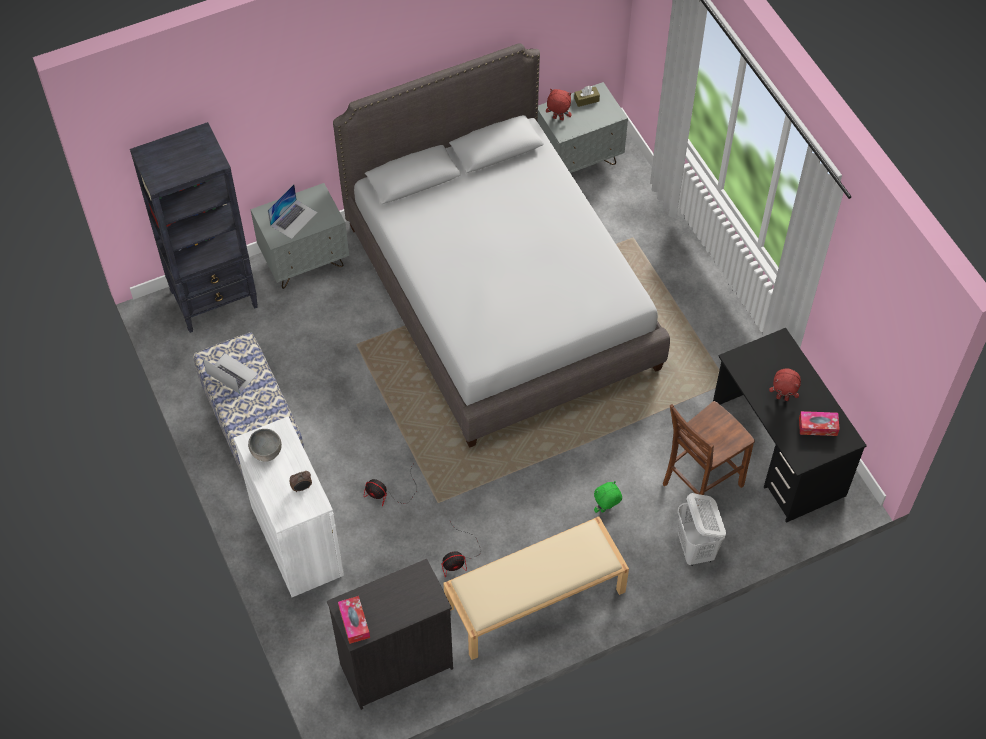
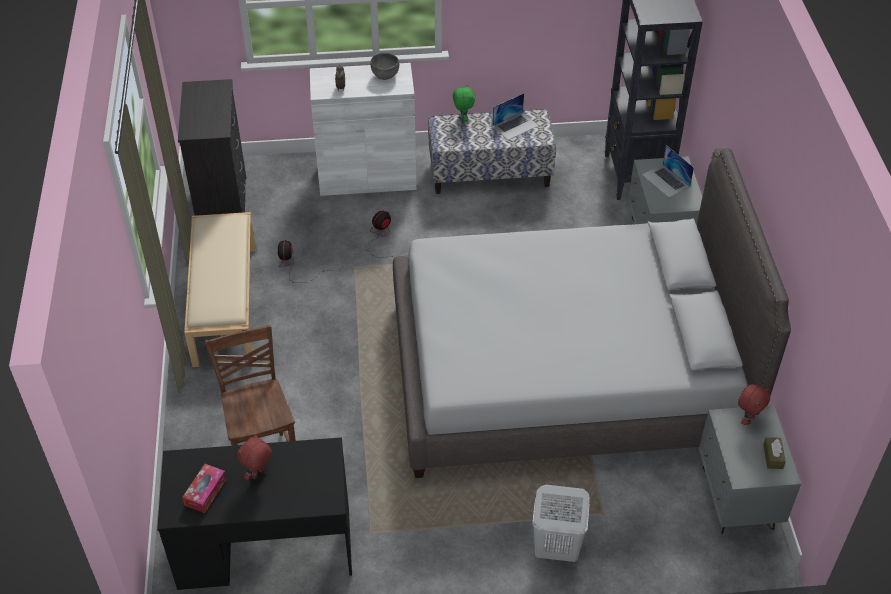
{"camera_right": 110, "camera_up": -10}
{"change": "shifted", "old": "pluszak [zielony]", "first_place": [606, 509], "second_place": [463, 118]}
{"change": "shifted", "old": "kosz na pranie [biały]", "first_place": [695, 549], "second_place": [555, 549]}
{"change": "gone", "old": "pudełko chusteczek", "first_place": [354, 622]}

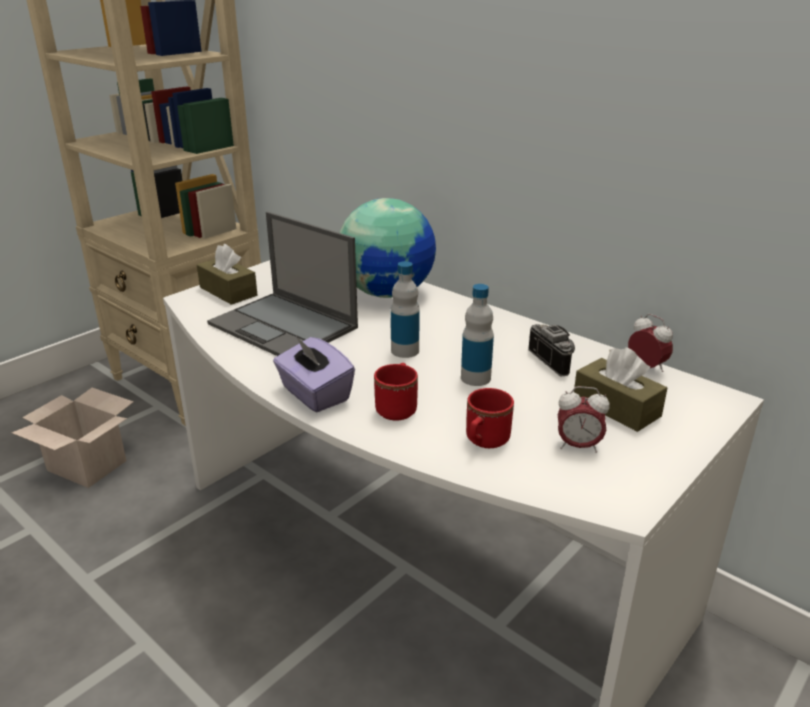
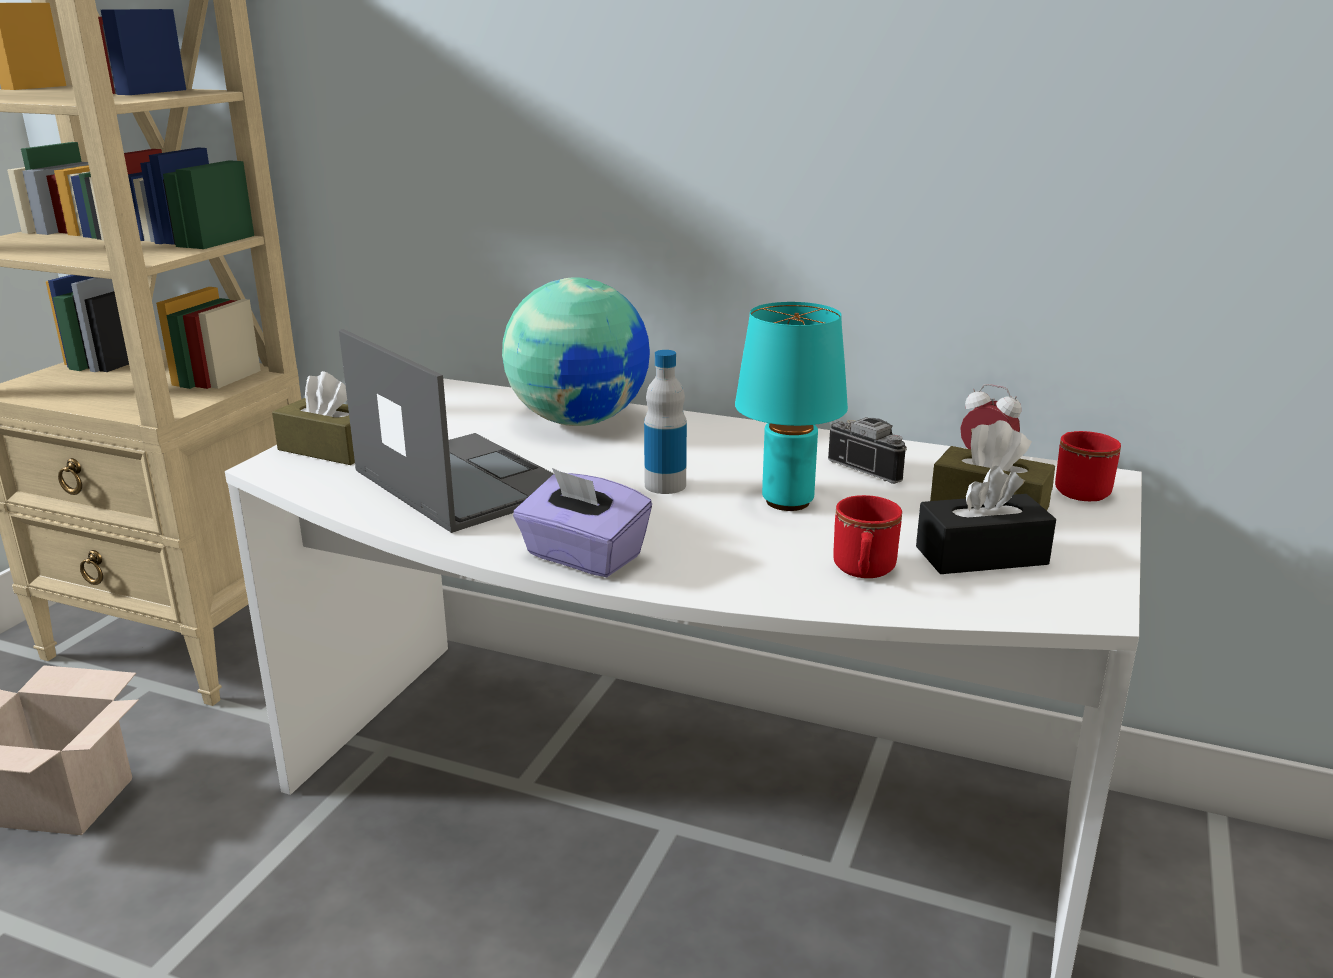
{"camera_right": -20, "camera_up": -5}
{"change": "rotated", "old": "laptop", "first_place": [284, 326], "second_place": [461, 481], "degrees": -150}
{"change": "swapped", "old": "butelka", "new": "lampa stołowa [turkusowy]", "first_place": [475, 378], "second_place": [788, 502]}
{"change": "shifted", "old": "kubek [czerwony]", "first_place": [397, 407], "second_place": [1078, 489]}
{"change": "swapped", "old": "budzik", "new": "pudełko chusteczek [czarny]", "first_place": [578, 446], "second_place": [981, 555]}

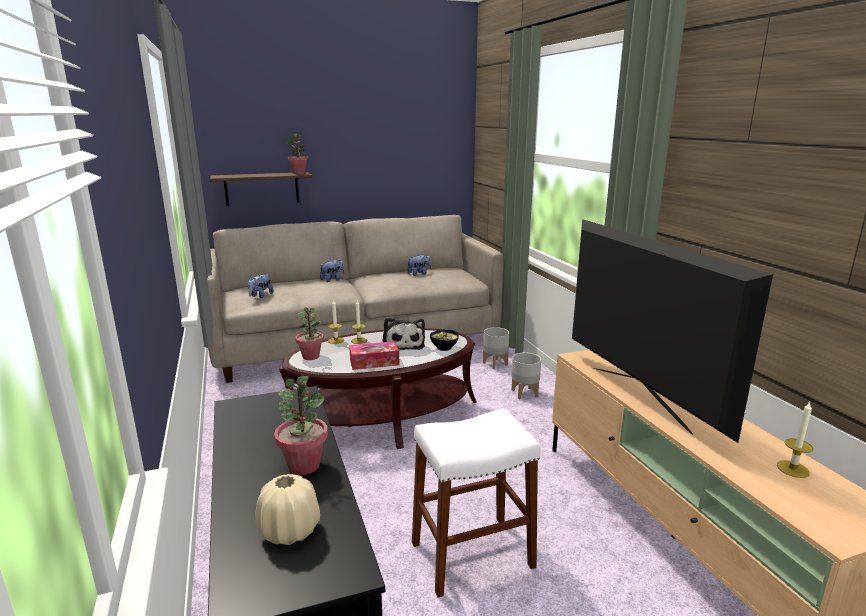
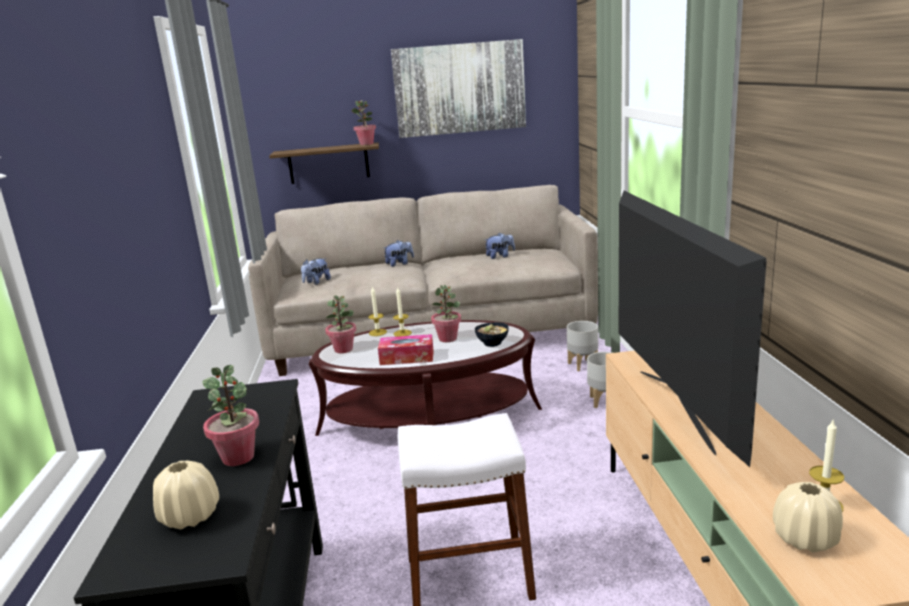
{"camera_right": 15, "camera_up": 0}
{"change": "swapped", "old": "pluszak", "new": "roślina doniczkowa", "first_place": [403, 344], "second_place": [448, 338]}
{"change": "new", "new": "obraz", "second_place": [459, 89]}
{"change": "new", "new": "wazon [beżowy]", "second_place": [805, 539]}

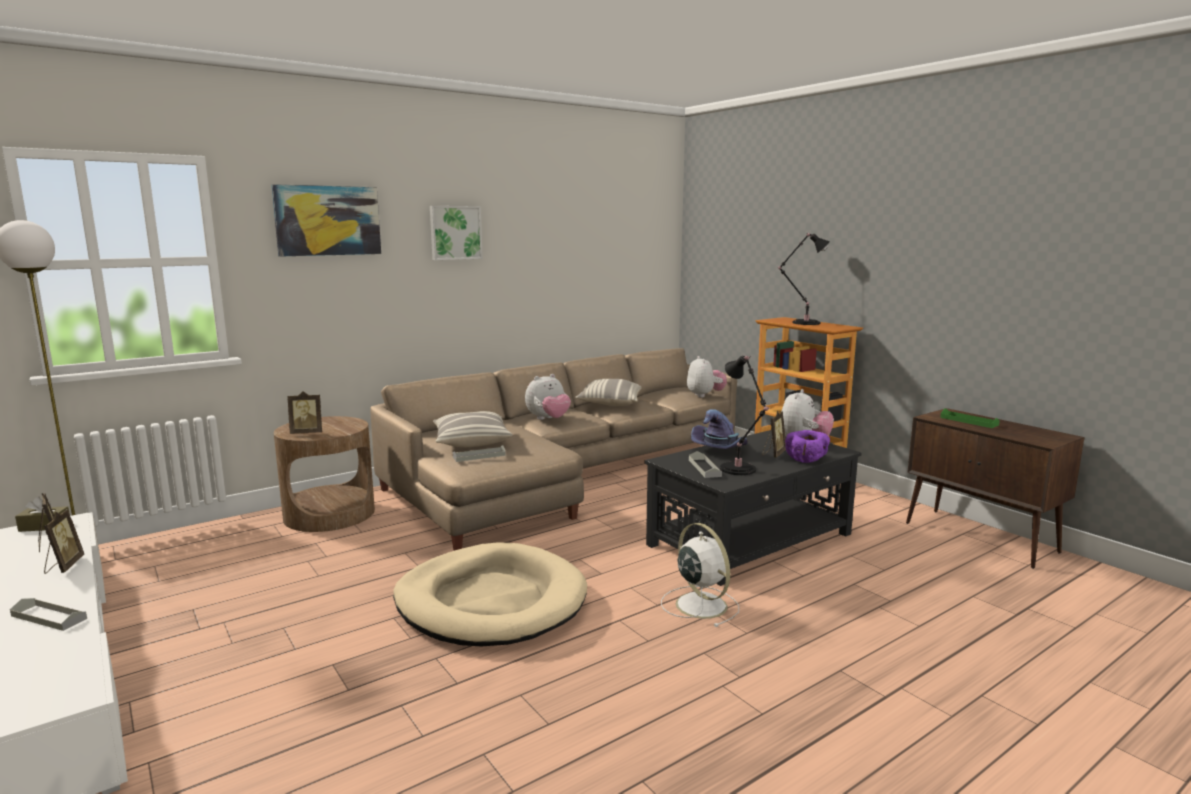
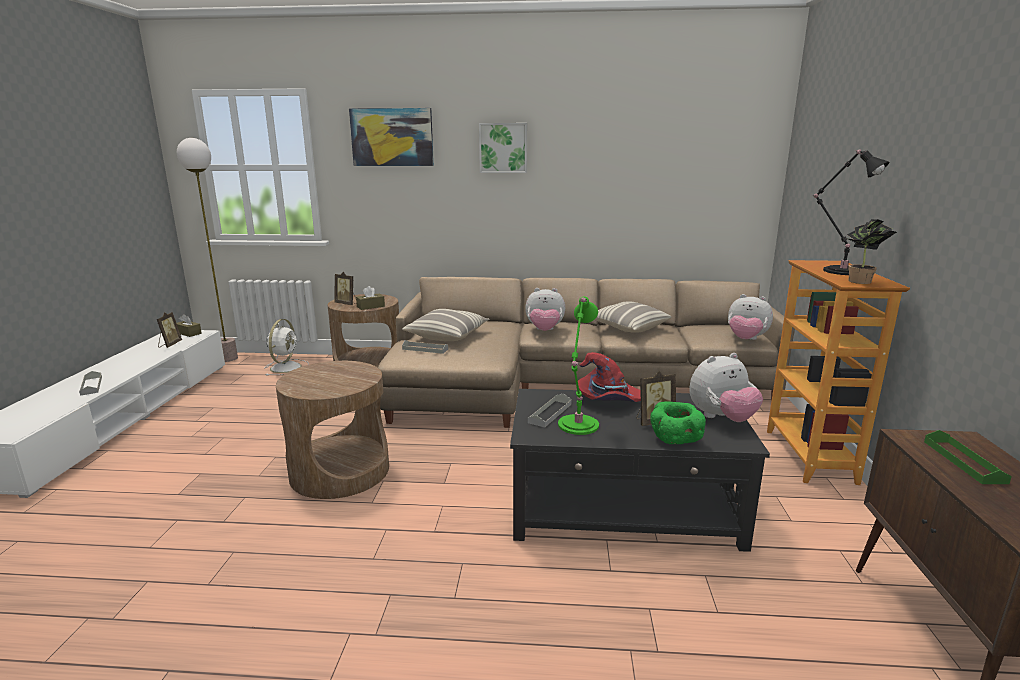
{"camera_right": 40, "camera_up": 5}
{"change": "rotated", "old": "pluszak", "first_place": [705, 395], "second_place": [746, 339], "degrees": 90}
{"change": "repainted", "old": "lampa stołowa [czarny]", "new": "lampa stołowa [zielony]", "first_place": [739, 470], "second_place": [577, 426]}
{"change": "repainted", "old": "kapelusz [fioletowy]", "new": "kapelusz [czerwony]", "first_place": [720, 449], "second_place": [610, 399]}
{"change": "repainted", "old": "miska [fioletowy]", "new": "miska [zielony]", "first_place": [806, 460], "second_place": [674, 440]}
{"change": "gone", "old": "ramka na zdjęcie", "first_place": [64, 566]}
{"change": "shifted", "old": "wentylator [biały]", "first_place": [699, 604], "second_place": [286, 367]}
{"change": "swapped", "old": "legowisko [beżowy]", "new": "stolik [brązowy]", "first_place": [491, 601], "second_place": [340, 471]}
{"change": "new", "new": "roślina doniczkowa", "second_place": [862, 282]}
{"change": "new", "new": "pudełko chusteczek [brązowy]", "second_place": [370, 306]}

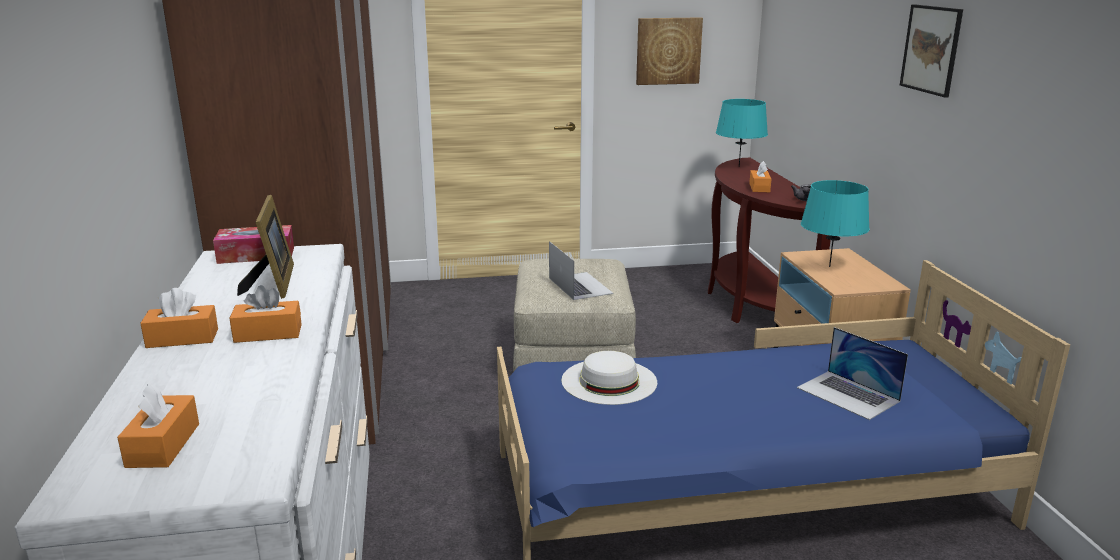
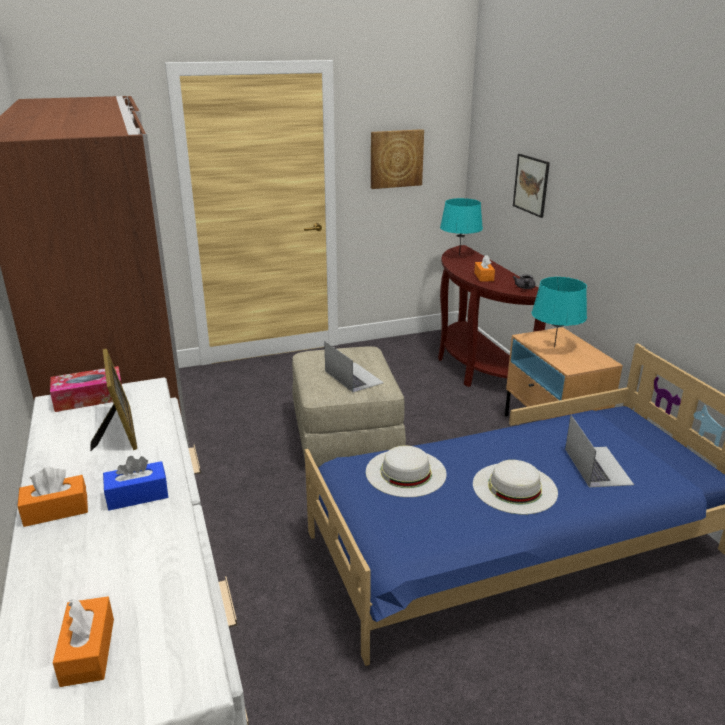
{"camera_right": -10, "camera_up": 5}
{"change": "shifted", "old": "obraz", "first_place": [931, 49], "second_place": [531, 185]}
{"change": "repainted", "old": "pudełko chusteczek [pomarańczowy]", "new": "pudełko chusteczek [niebieski]", "first_place": [268, 333], "second_place": [137, 495]}
{"change": "rotated", "old": "laptop", "first_place": [848, 394], "second_place": [597, 466], "degrees": -135}
{"change": "new", "new": "kapelusz [biały]", "second_place": [514, 488]}

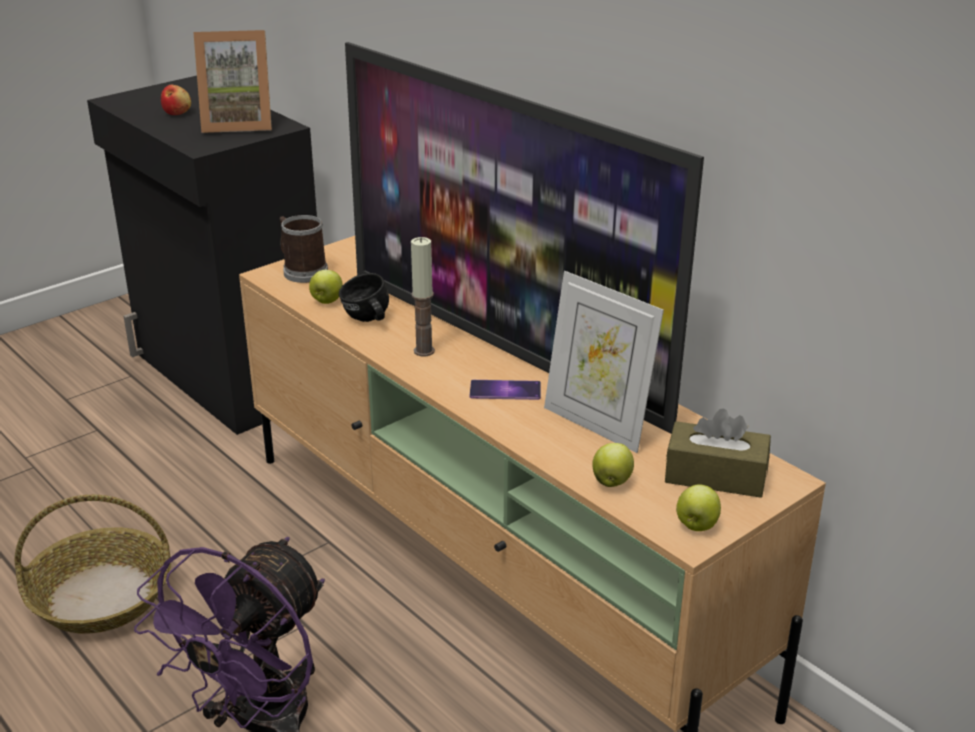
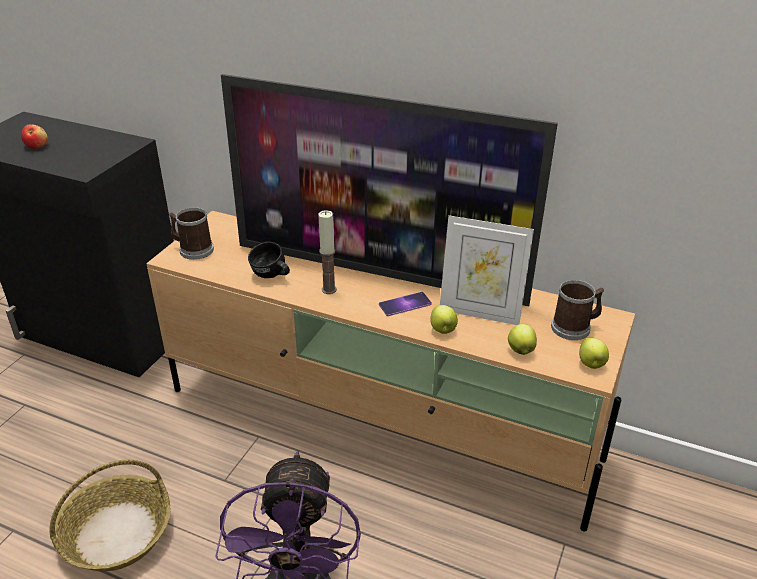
{"camera_right": -25, "camera_up": 5}
{"change": "gone", "old": "ramka na zdjęcie", "first_place": [238, 124]}
{"change": "shifted", "old": "jabłko", "first_place": [327, 301], "second_place": [443, 330]}
{"change": "swapped", "old": "pudełko chusteczek [brązowy]", "new": "kubek", "first_place": [715, 476], "second_place": [575, 327]}

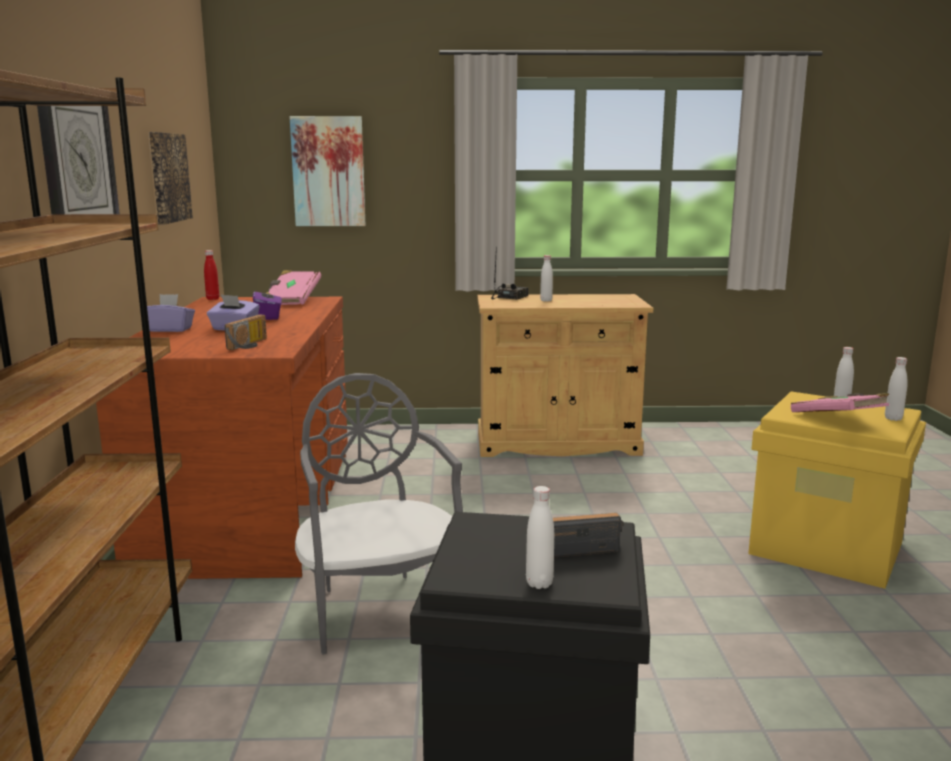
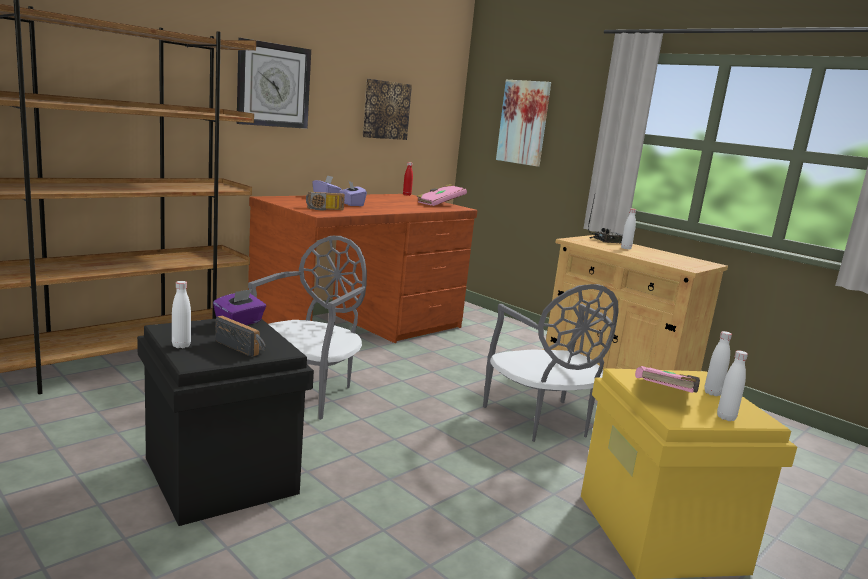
{"camera_right": 45, "camera_up": 0}
{"change": "shifted", "old": "pudełko chusteczek [fioletowy]", "first_place": [268, 317], "second_place": [240, 323]}
{"change": "new", "new": "krzesło [szary]", "second_place": [541, 421]}

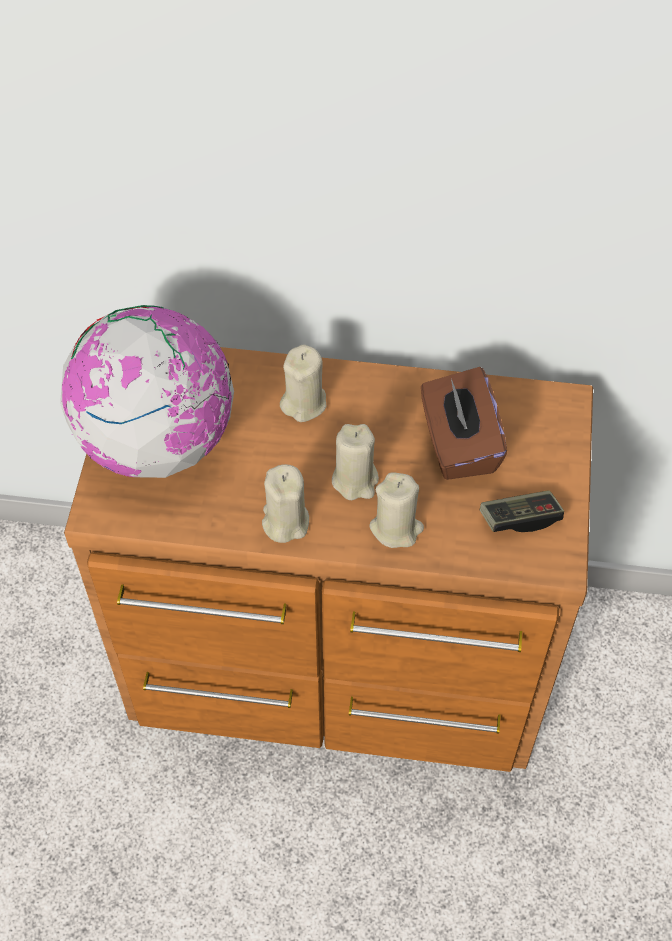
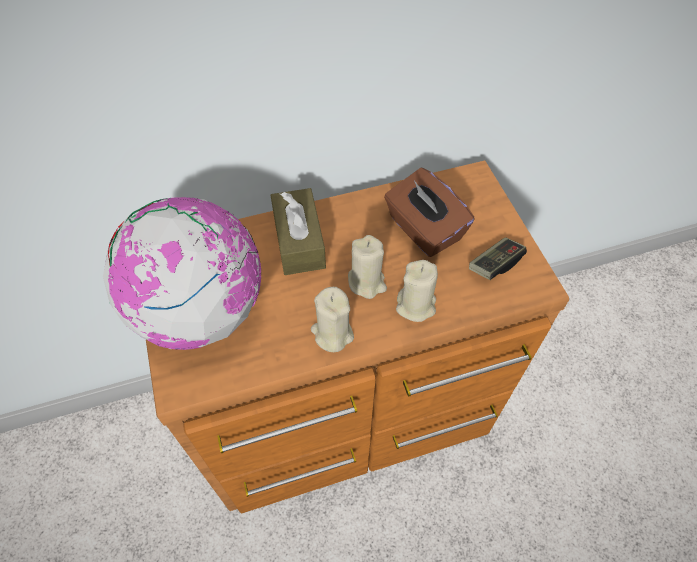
{"camera_right": -25, "camera_up": 0}
{"change": "swapped", "old": "świeca [beżowy]", "new": "pudełko chusteczek [brązowy]", "first_place": [304, 403], "second_place": [299, 241]}

